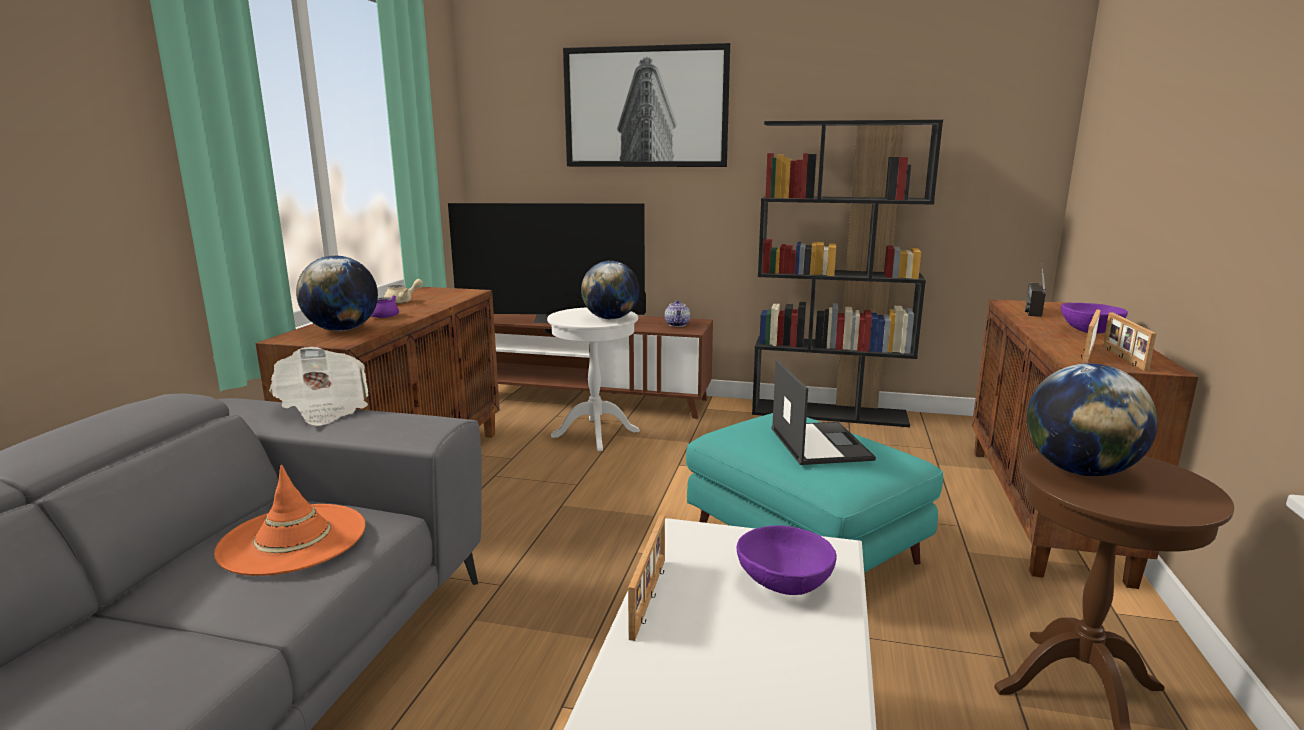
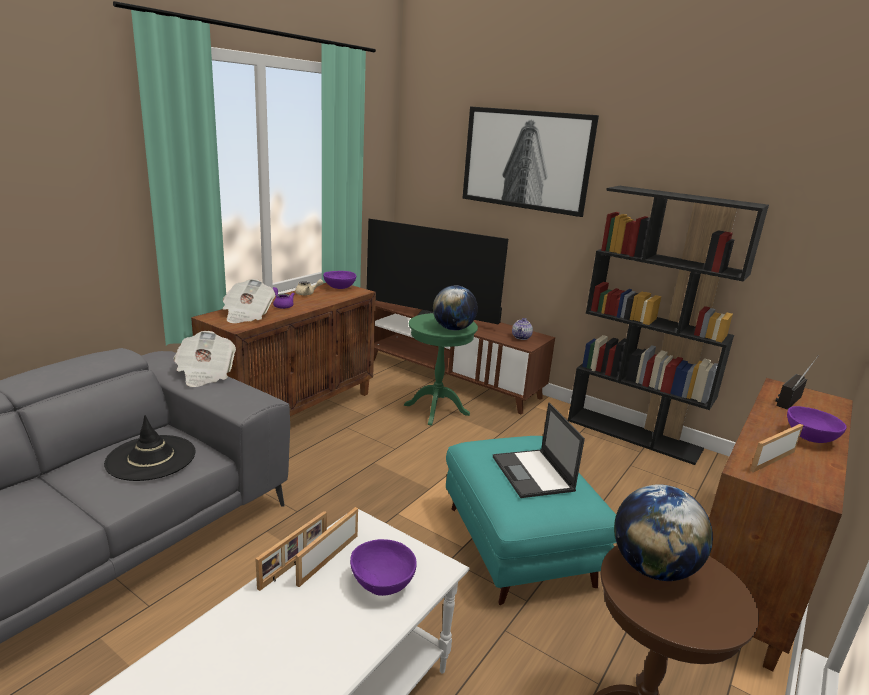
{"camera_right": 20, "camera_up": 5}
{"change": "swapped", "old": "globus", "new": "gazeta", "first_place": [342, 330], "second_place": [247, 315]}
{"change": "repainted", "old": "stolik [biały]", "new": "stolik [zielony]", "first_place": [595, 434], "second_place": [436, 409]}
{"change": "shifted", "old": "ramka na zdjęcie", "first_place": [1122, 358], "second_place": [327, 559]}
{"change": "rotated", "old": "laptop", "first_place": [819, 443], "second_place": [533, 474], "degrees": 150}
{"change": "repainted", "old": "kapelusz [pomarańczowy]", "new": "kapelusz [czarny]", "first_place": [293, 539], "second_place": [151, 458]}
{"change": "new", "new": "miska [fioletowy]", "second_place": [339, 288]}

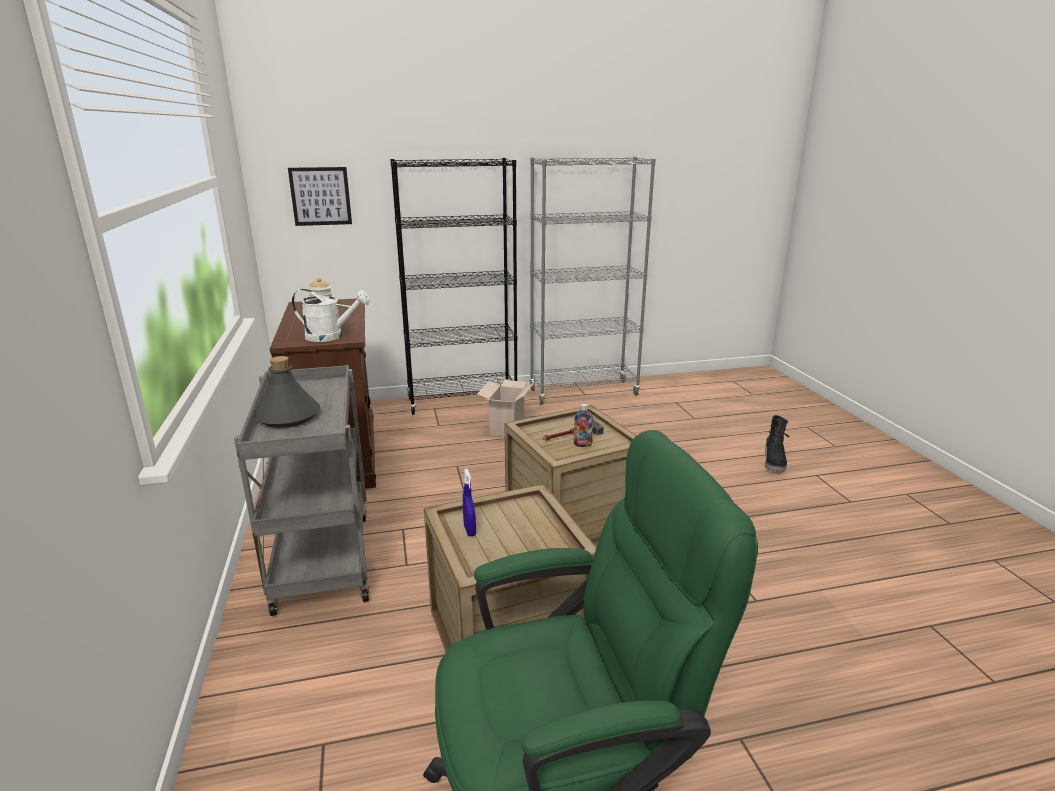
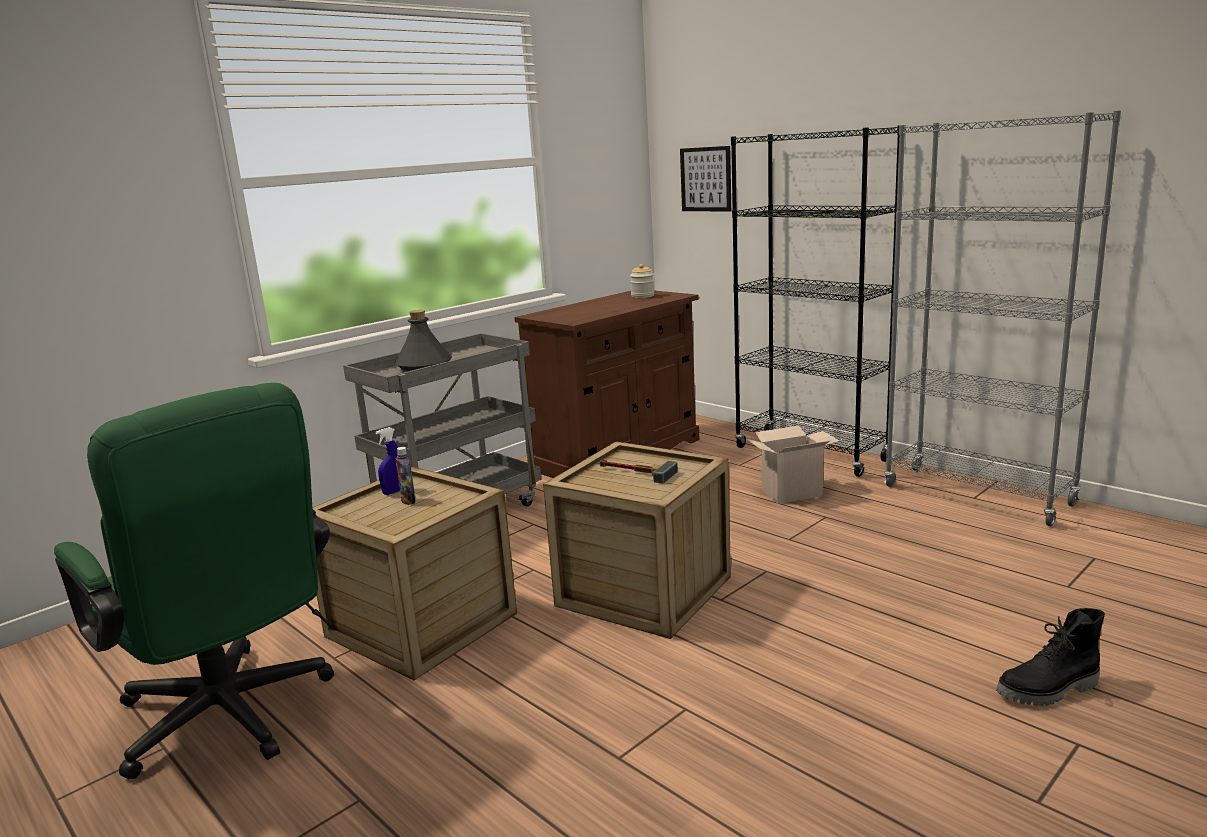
{"camera_right": 60, "camera_up": -5}
{"change": "gone", "old": "konewka [biały]", "first_place": [331, 337]}
{"change": "shifted", "old": "butelka", "first_place": [582, 444], "second_place": [408, 501]}

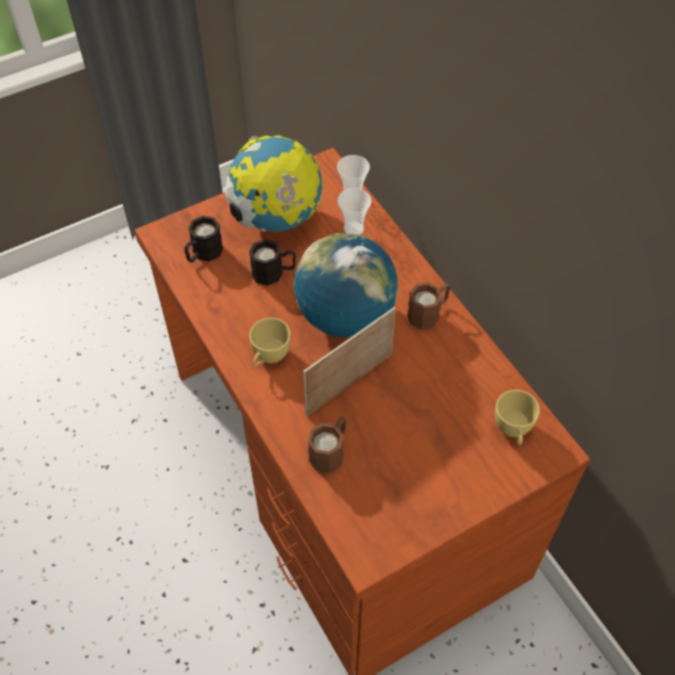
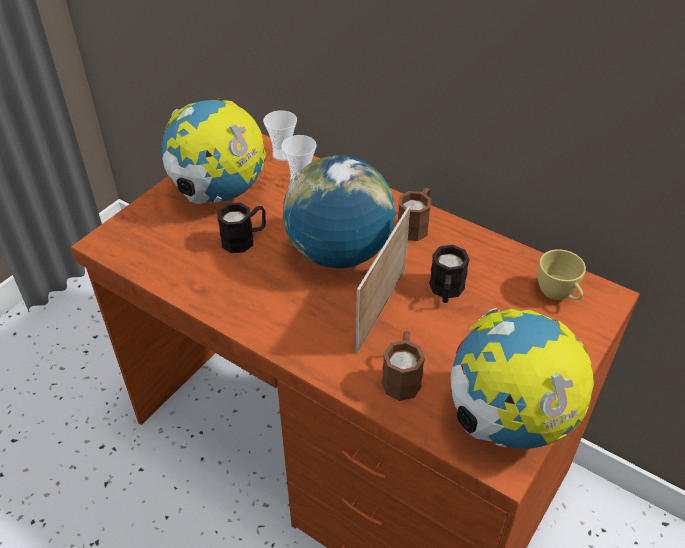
{"camera_right": -25, "camera_up": -10}
{"change": "shifted", "old": "kubek [czarny]", "first_place": [203, 254], "second_place": [446, 291]}
{"change": "gone", "old": "filiżanka [żółty]", "first_place": [269, 357]}
{"change": "new", "new": "globus", "second_place": [508, 420]}

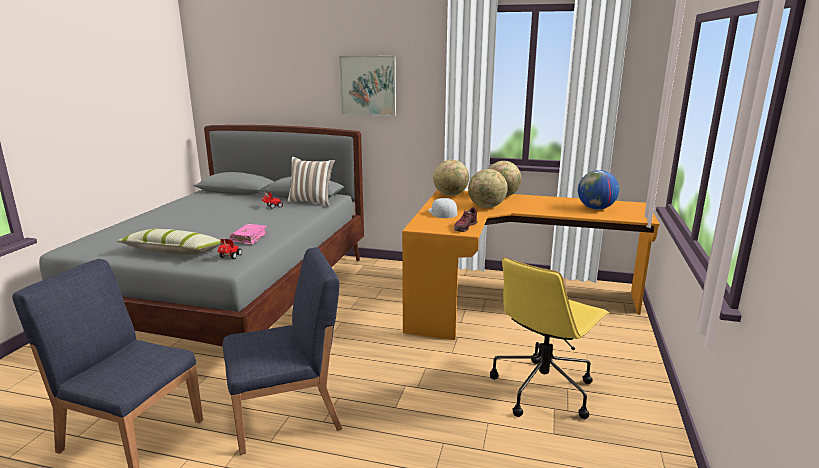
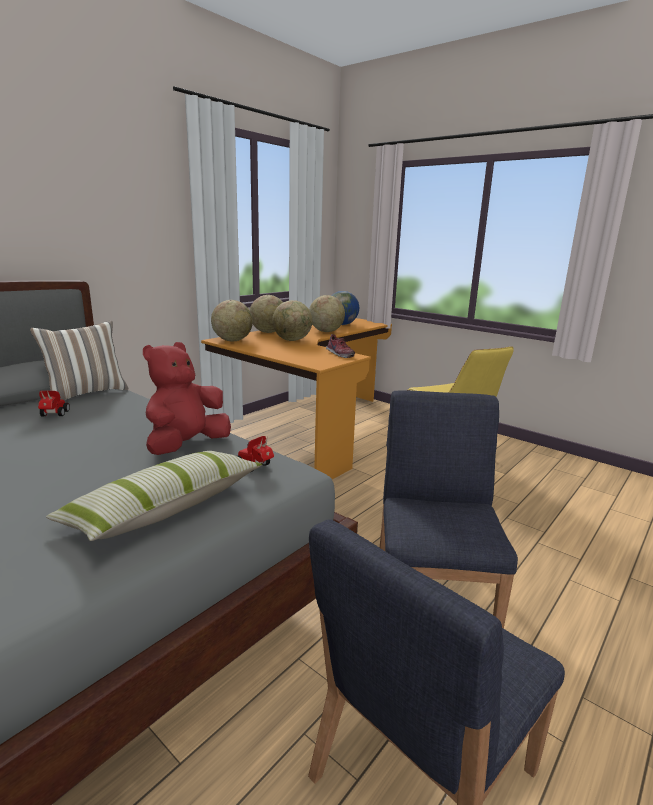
{"camera_right": -65, "camera_up": 0}
{"change": "gone", "old": "obraz", "first_place": [368, 85]}
{"change": "gone", "old": "czapka z daszkiem [biały]", "first_place": [442, 212]}
{"change": "swapped", "old": "książka [różowy]", "new": "pluszak [czerwony]", "first_place": [249, 238], "second_place": [187, 446]}
{"change": "new", "new": "globus", "second_place": [326, 331]}

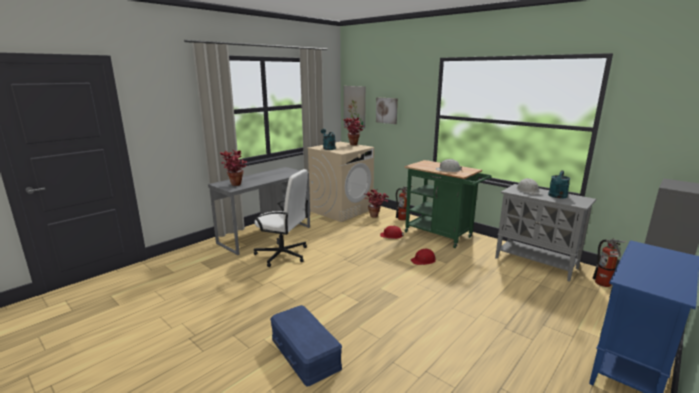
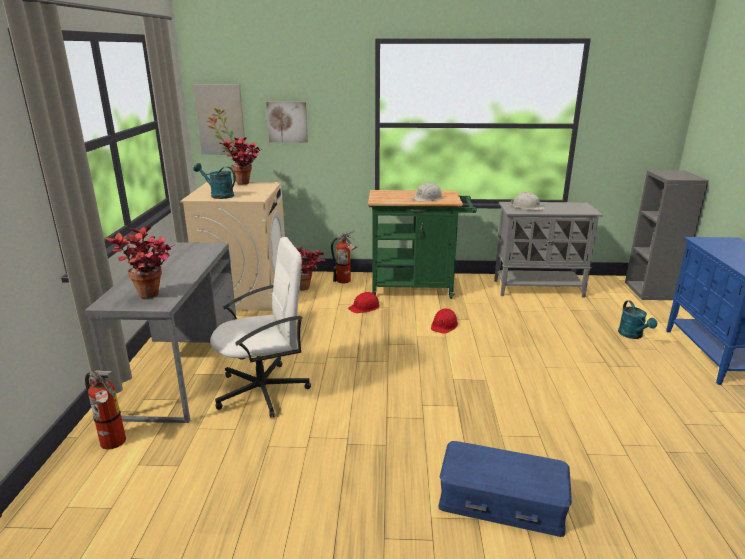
{"camera_right": -40, "camera_up": 5}
{"change": "shifted", "old": "konewka [turkusowy]", "first_place": [557, 196], "second_place": [633, 335]}
{"change": "shifted", "old": "gaśnica", "first_place": [603, 284], "second_place": [113, 444]}

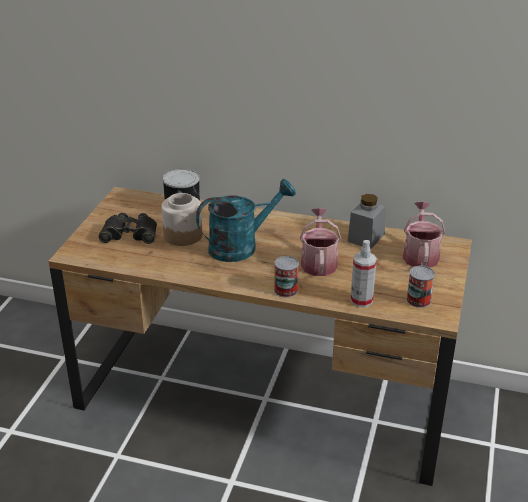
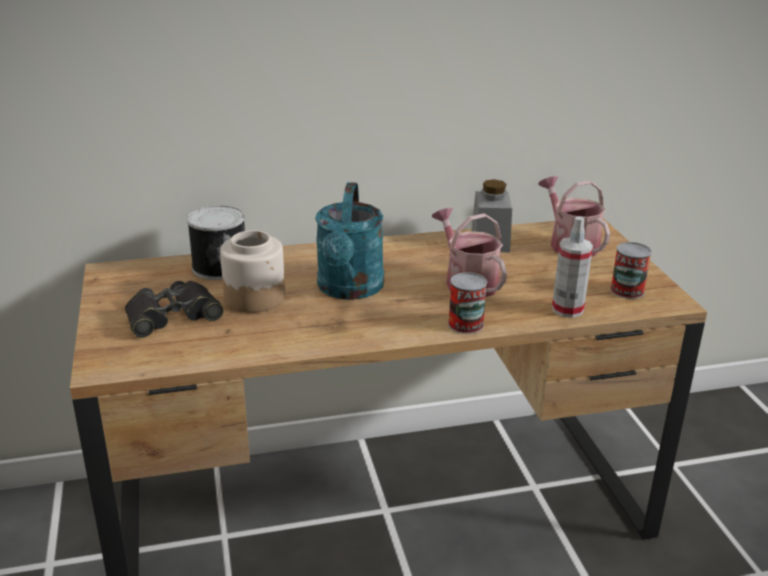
{"camera_right": -30, "camera_up": -5}
{"change": "rotated", "old": "konewka [turkusowy]", "first_place": [241, 246], "second_place": [349, 290], "degrees": 150}

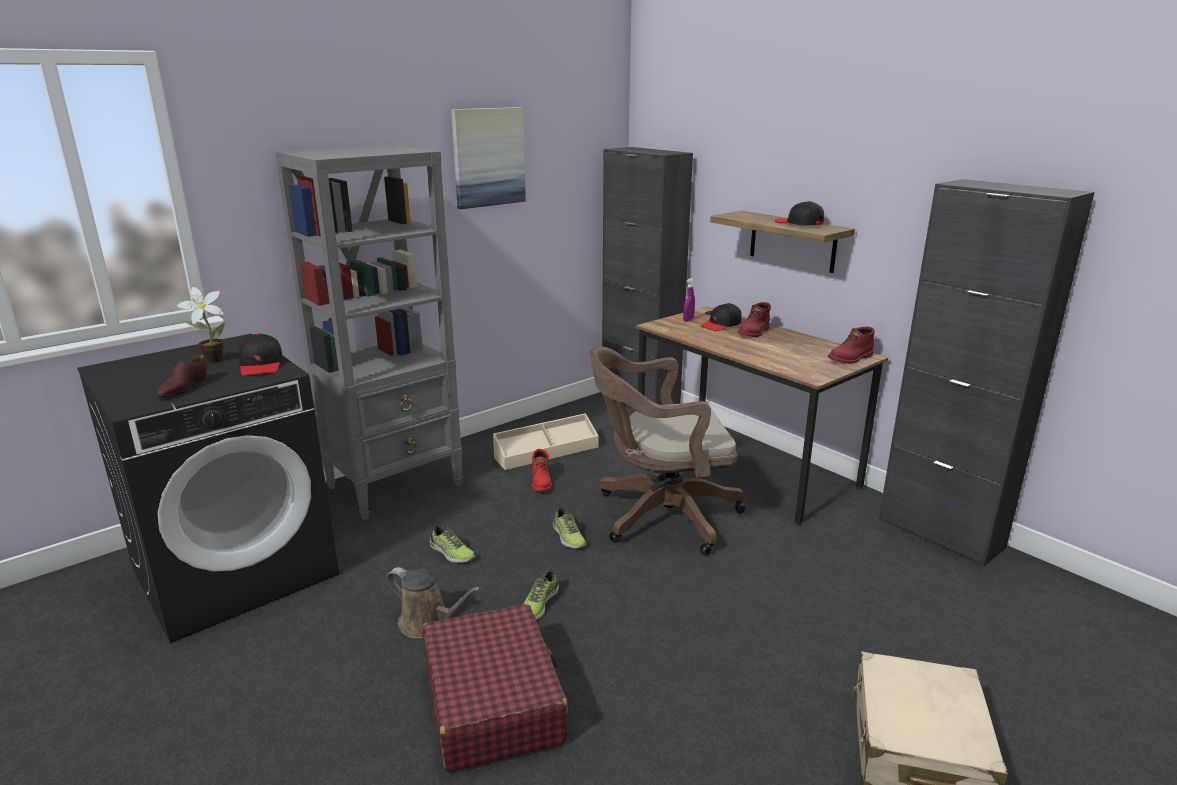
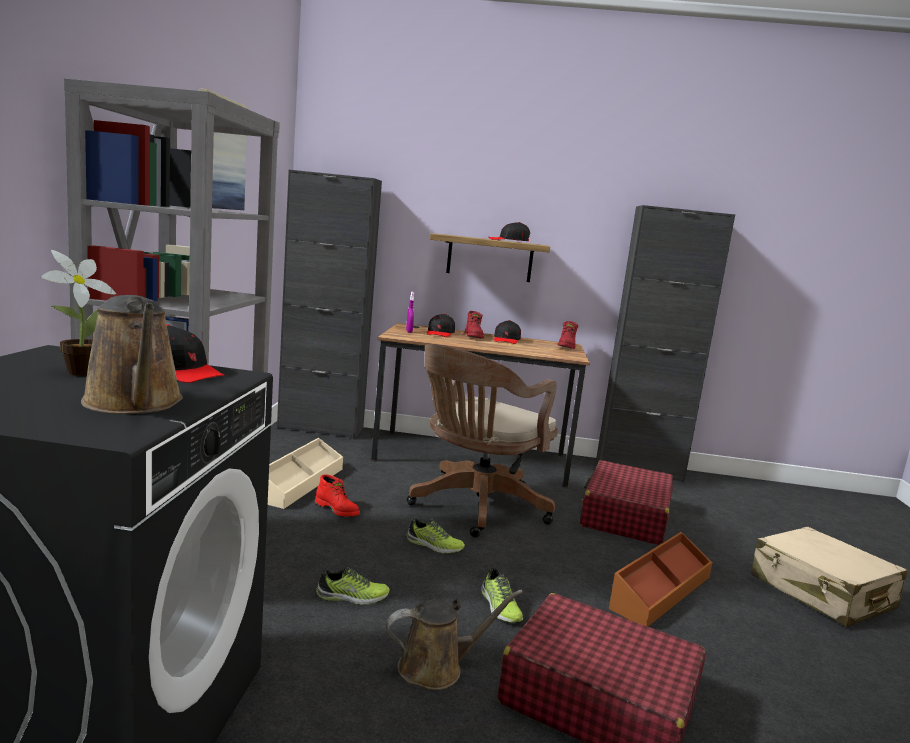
{"camera_right": -45, "camera_up": -10}
{"change": "swapped", "old": "but [brązowy]", "new": "konewka [brązowy]", "first_place": [183, 388], "second_place": [135, 403]}
{"change": "new", "new": "czapka z daszkiem [czarny]", "second_place": [506, 340]}
{"change": "new", "new": "walizka [czerwony]", "second_place": [624, 516]}
{"change": "new", "new": "pojemnik do przechowywania [brązowy]", "second_place": [660, 591]}

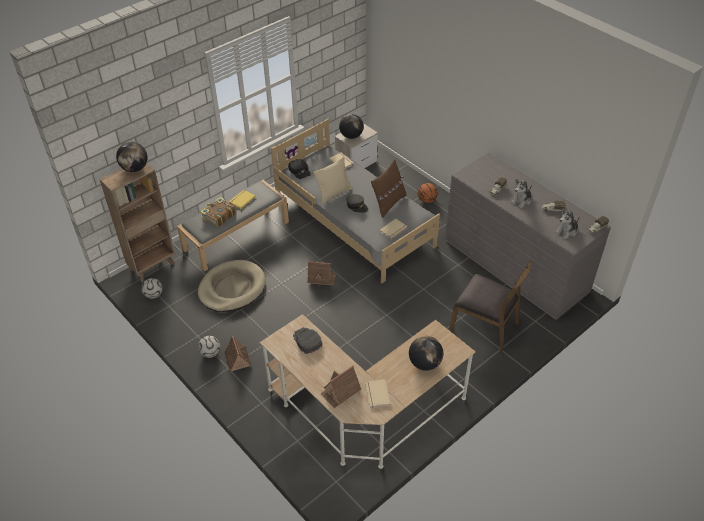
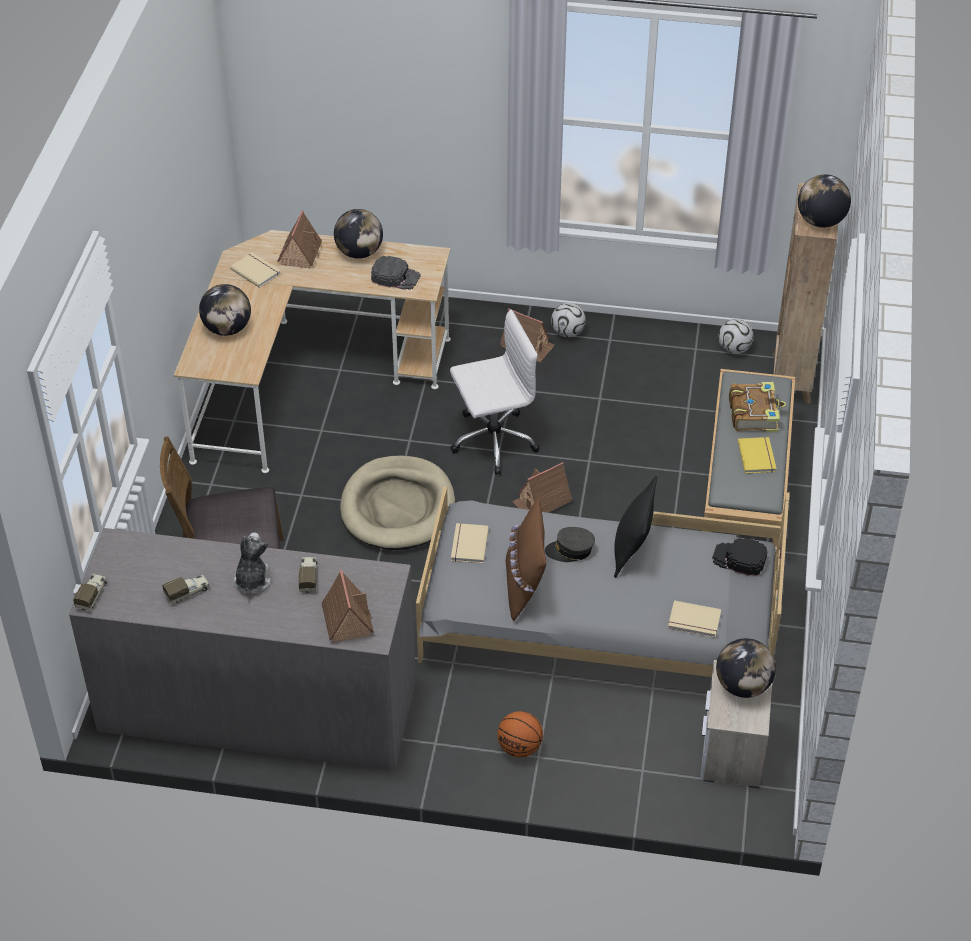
{"camera_right": 140, "camera_up": 0}
{"change": "repainted", "old": "poduszka [beżowy]", "new": "poduszka [czarny]", "first_place": [334, 194], "second_place": [632, 550]}
{"change": "gone", "old": "pluszak", "first_place": [566, 231]}
{"change": "shifted", "old": "legowisko [beżowy]", "first_place": [232, 288], "second_place": [398, 507]}
{"change": "new", "new": "globus", "second_place": [359, 252]}
{"change": "new", "new": "krzesło biurowe [biały]", "second_place": [492, 441]}
{"change": "new", "new": "domek", "second_place": [347, 618]}

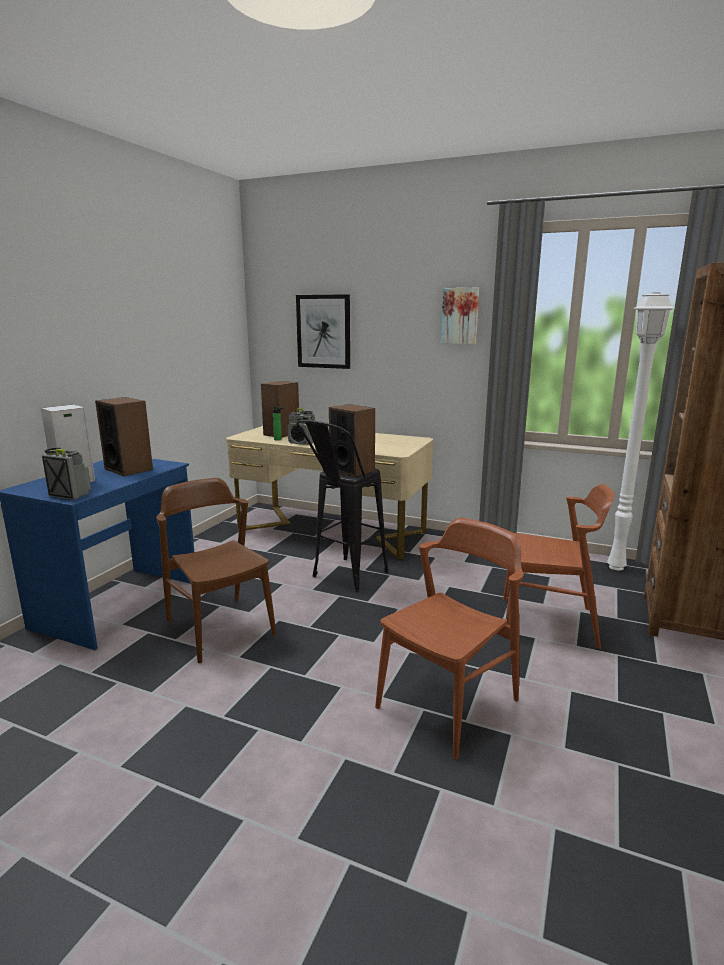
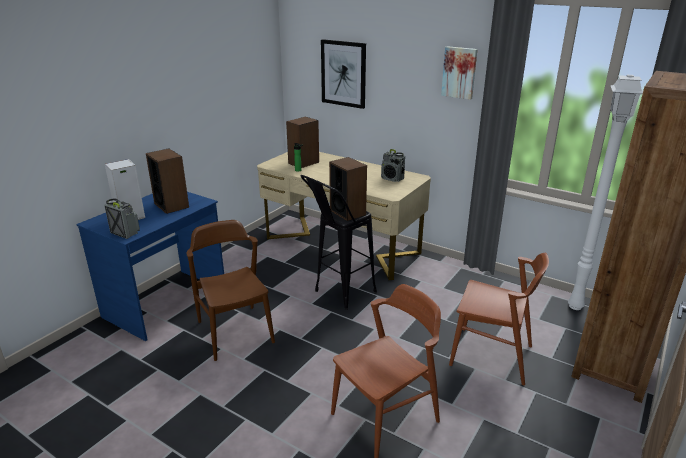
{"camera_right": 10, "camera_up": 10}
{"change": "shifted", "old": "radio", "first_place": [302, 443], "second_place": [392, 179]}

